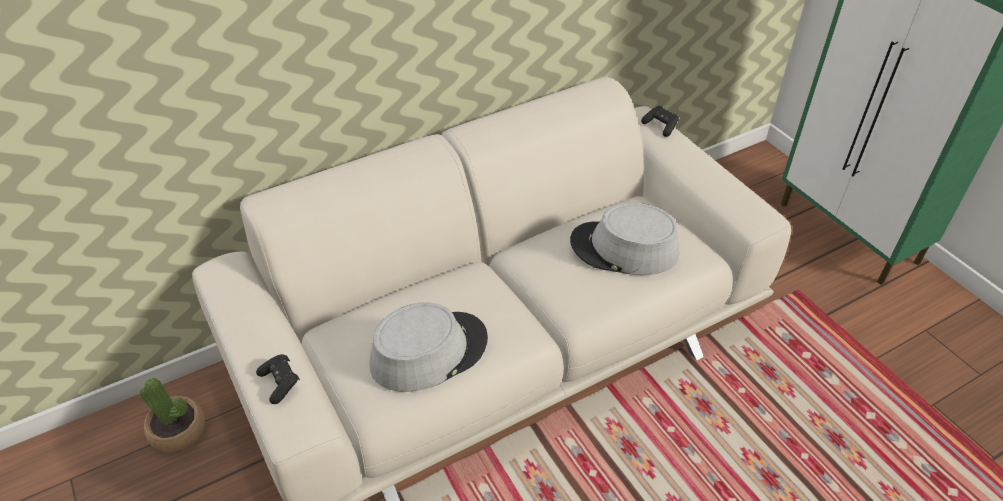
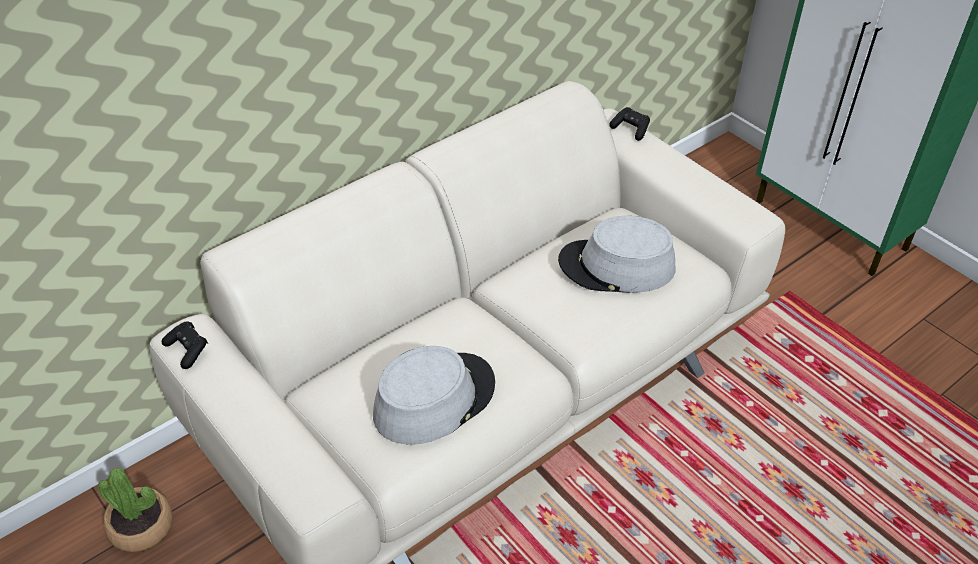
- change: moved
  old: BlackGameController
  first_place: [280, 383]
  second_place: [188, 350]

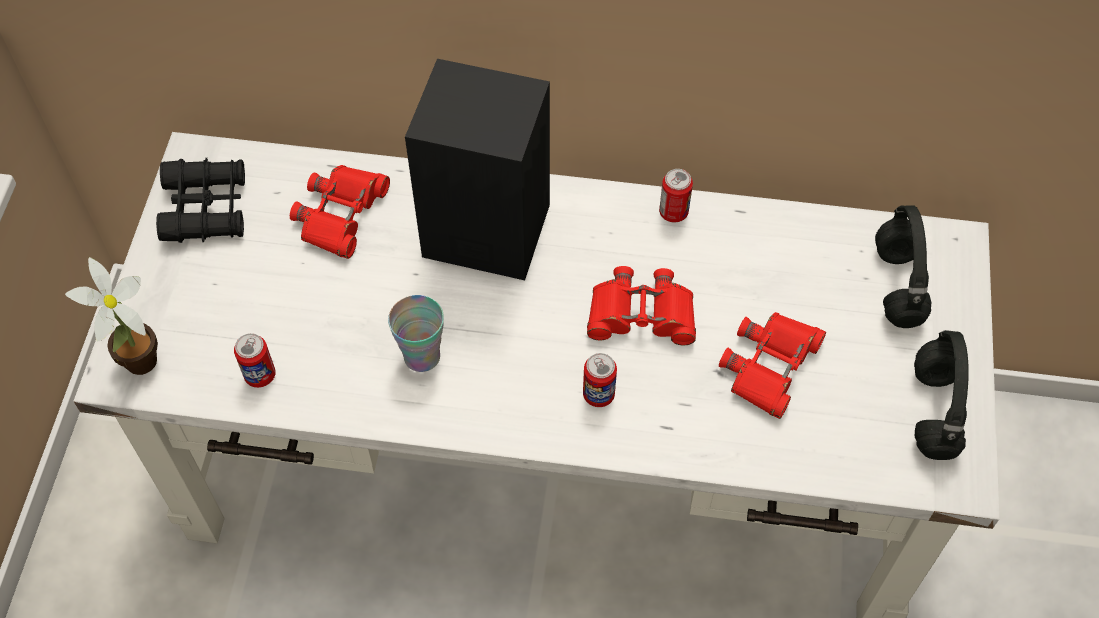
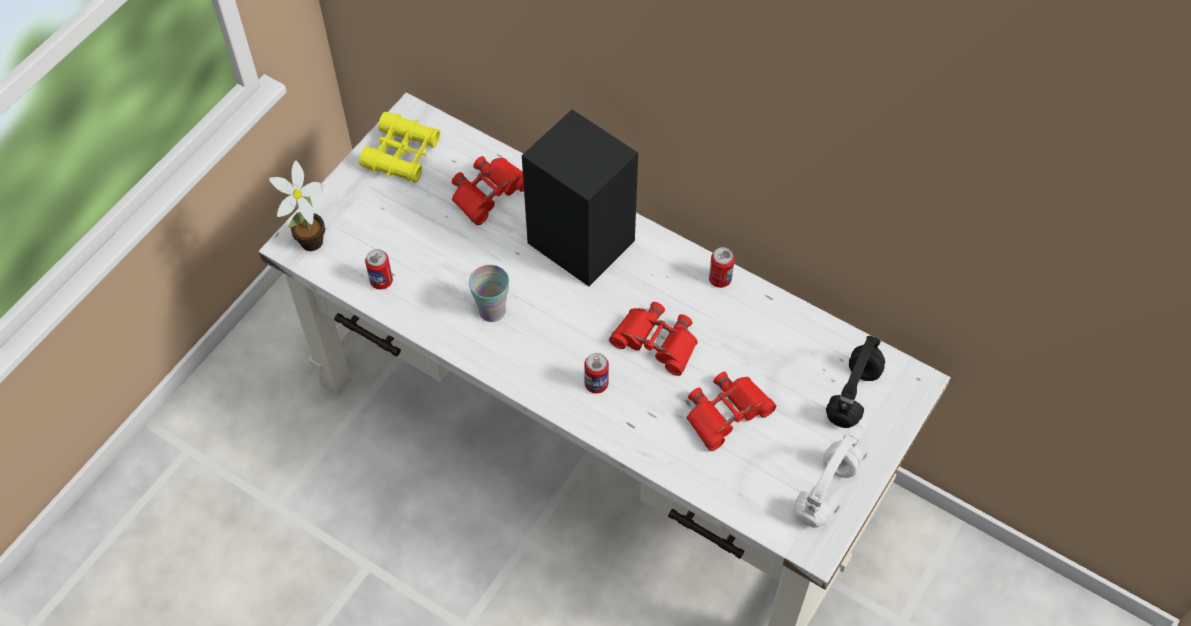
- change: recoloured
  old: BlackBinoculars
  new: YellowBinoculars
  first_place: [206, 208]
  second_place: [402, 154]
- change: recoloured
  old: BlackHeadphones
  new: WhiteHeadphones
  first_place: [932, 409]
  second_place: [825, 490]

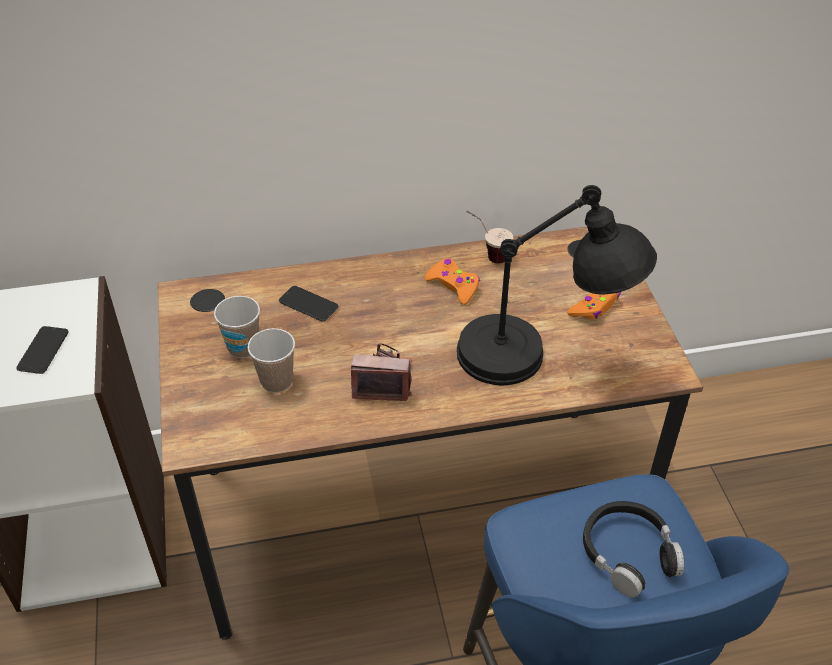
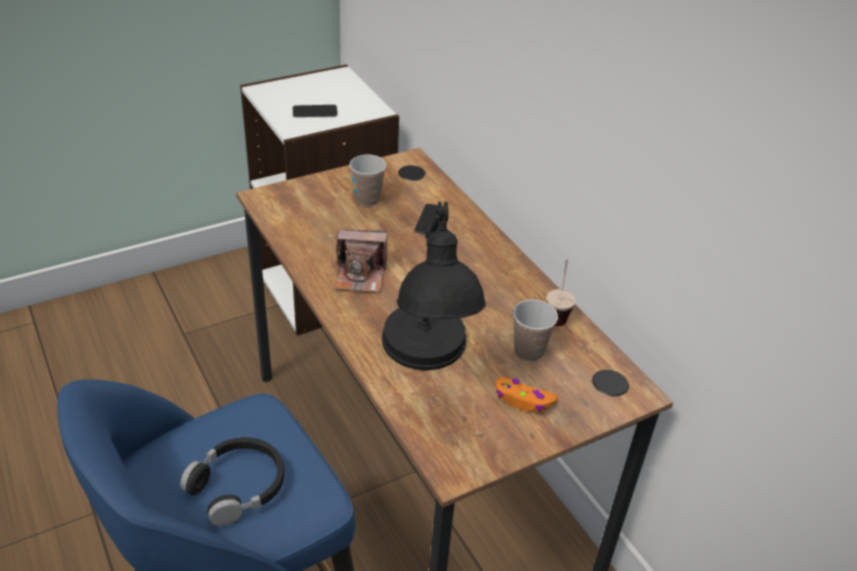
- change: removed
  old: OrangeGameController
  first_place: [453, 286]
- change: moved
  old: Cup
  first_place: [276, 381]
  second_place: [529, 351]
- change: turned
  old: PhotoCamera
  first_place: [382, 380]
  second_place: [361, 275]
  degrees: 105

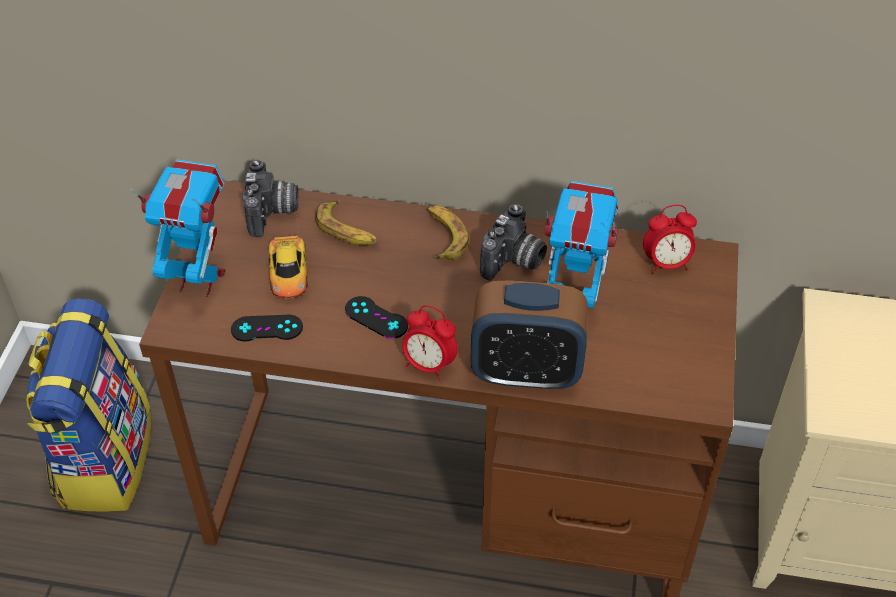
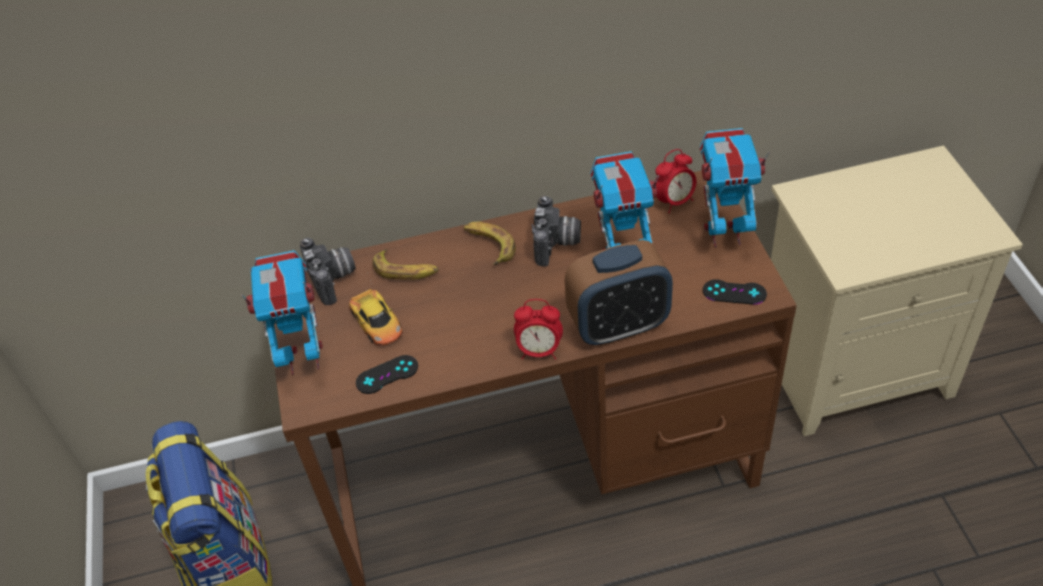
- change: added
  new: ToyRobot
  second_place: [724, 234]
- change: moved
  old: BlackGameController
  first_place: [376, 318]
  second_place: [734, 292]

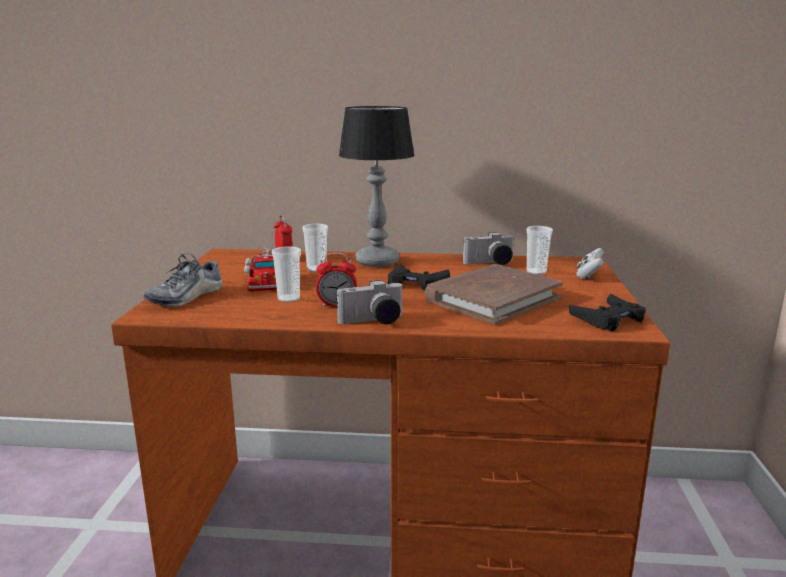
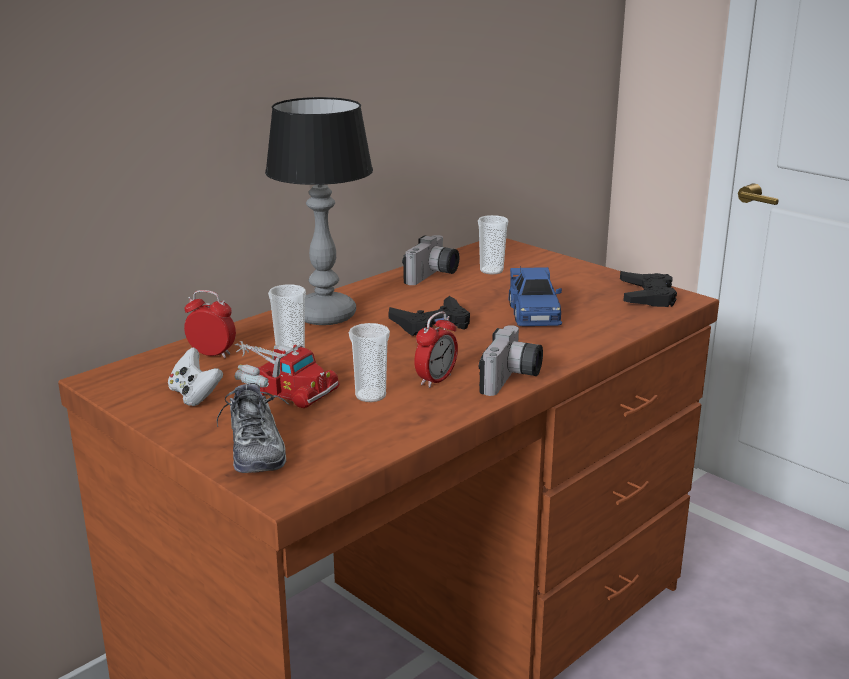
- change: moved
  old: WhiteGameController
  first_place: [588, 276]
  second_place: [195, 395]
- change: replaced
  old: BrownBook
  new: BlueToyCar
  first_place: [493, 299]
  second_place: [533, 313]

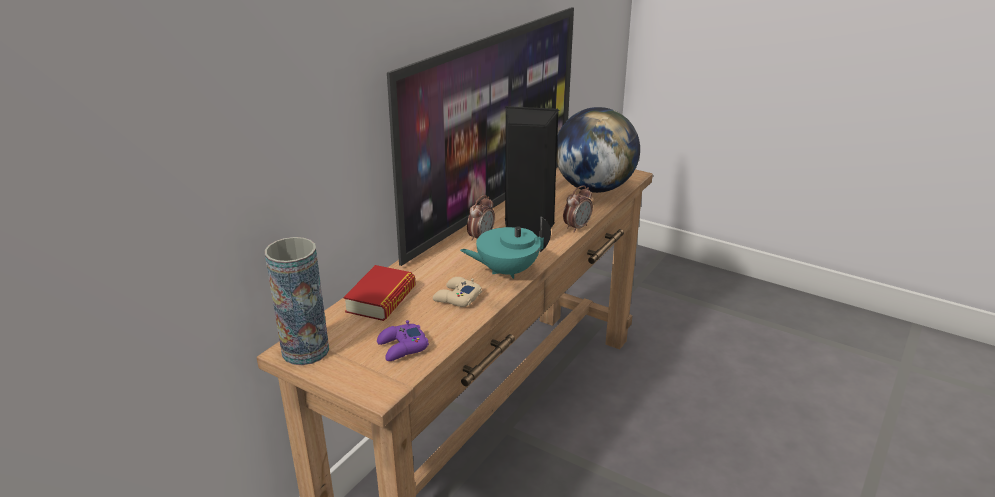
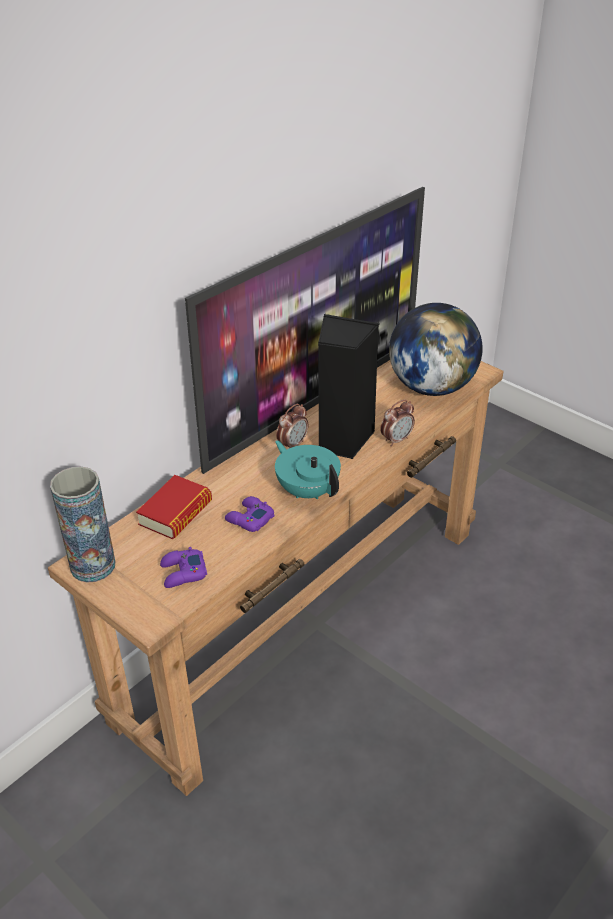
- change: recoloured
  old: BeigeGameController
  new: PurpleGameController
  first_place: [457, 298]
  second_place: [249, 519]
- change: turned
  old: TurquoiseTeapot
  first_place: [506, 271]
  second_place: [307, 490]
  degrees: 60

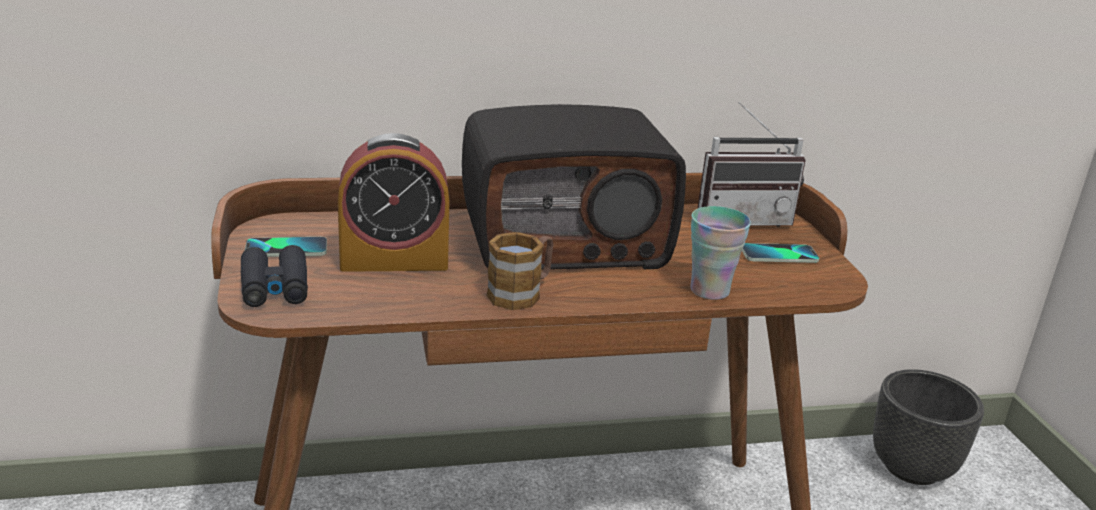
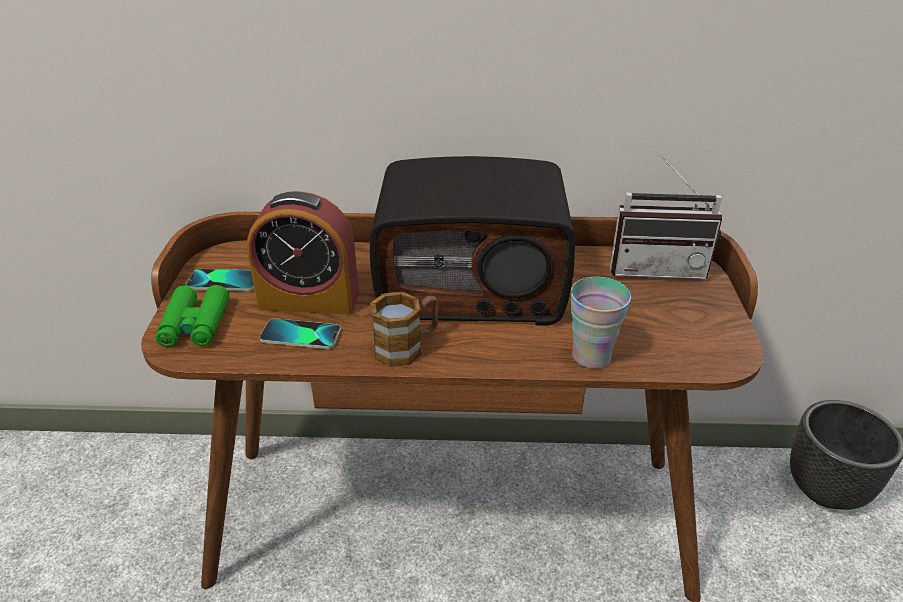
- change: moved
  old: Phone
  first_place: [779, 255]
  second_place: [300, 335]
- change: recoloured
  old: BlackBinoculars
  new: GreenBinoculars
  first_place: [275, 288]
  second_place: [195, 325]

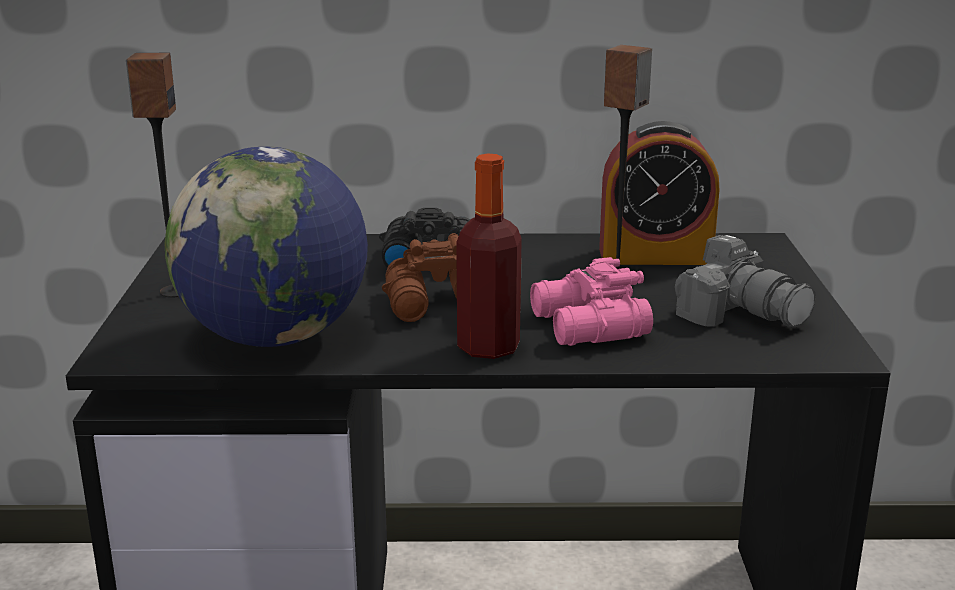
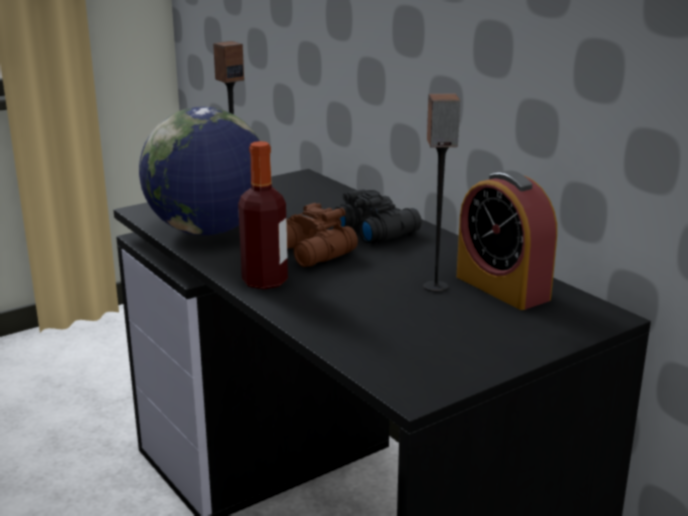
- change: removed
  old: PinkBinoculars
  first_place: [587, 327]
- change: removed
  old: PhotoCamera
  first_place: [740, 313]

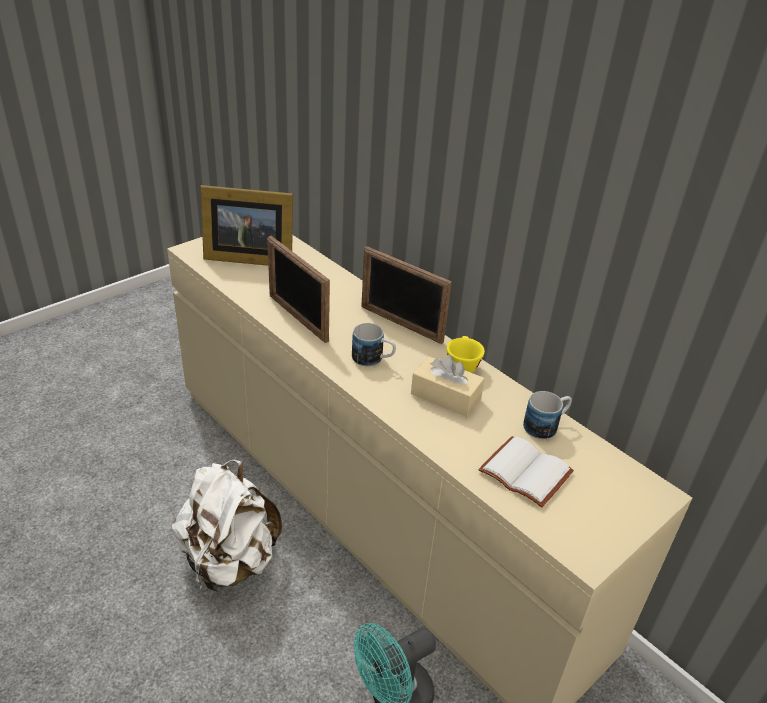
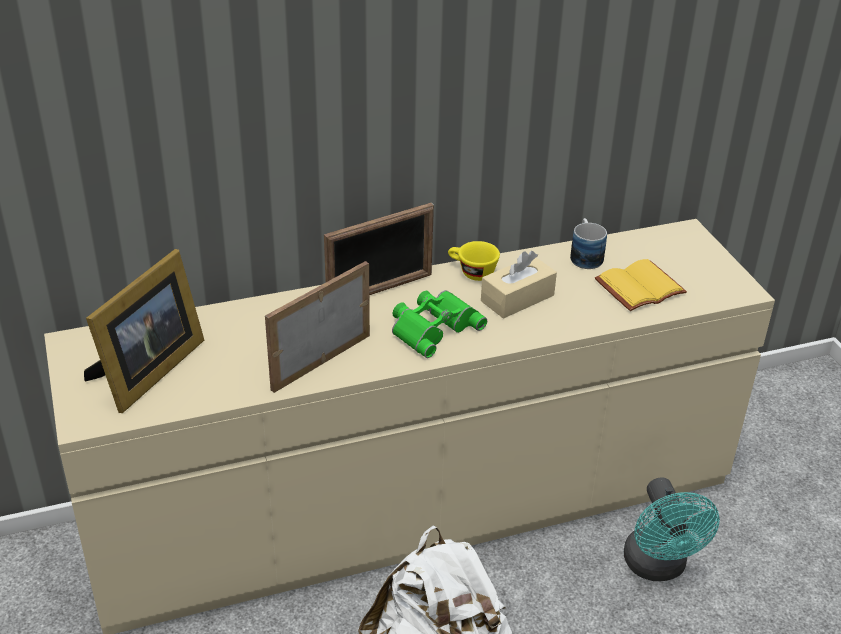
- change: replaced
  old: Mug
  new: GreenBinoculars
  first_place: [373, 359]
  second_place: [433, 327]
- change: recoloured
  old: WhiteBook
  new: YellowBook
  first_place: [527, 472]
  second_place: [639, 286]
- change: turned
  old: PictureFrame
  first_place: [297, 318]
  second_place: [320, 361]
  degrees: 150

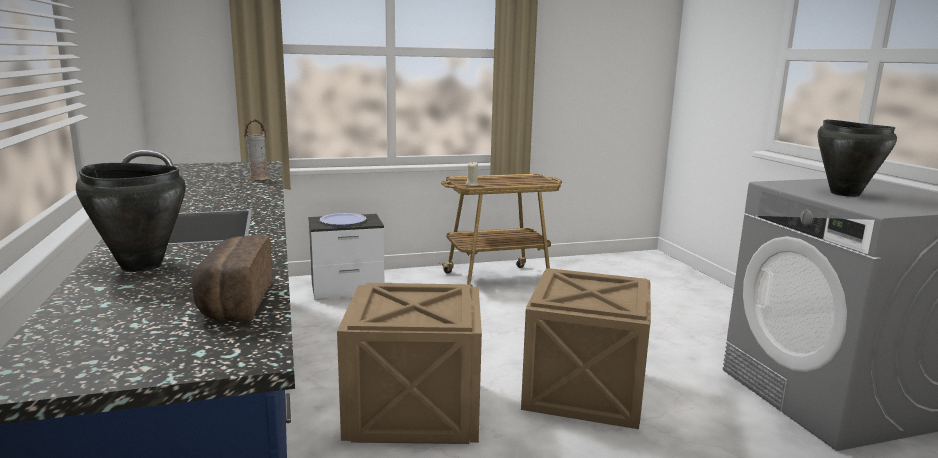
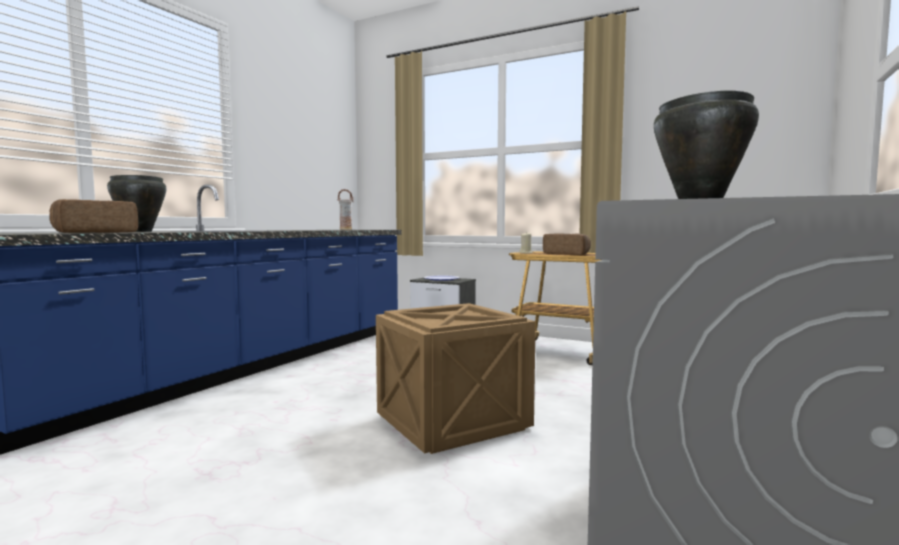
- change: removed
  old: Crate
  first_place: [412, 411]
- change: added
  new: Bread
  second_place: [566, 254]

